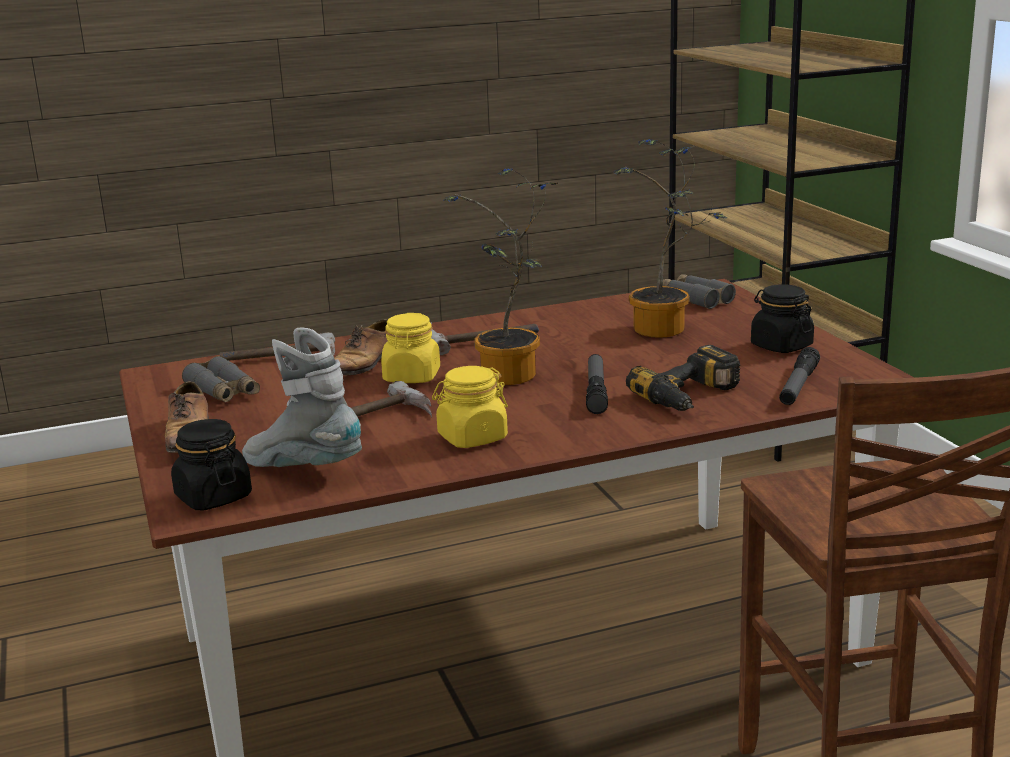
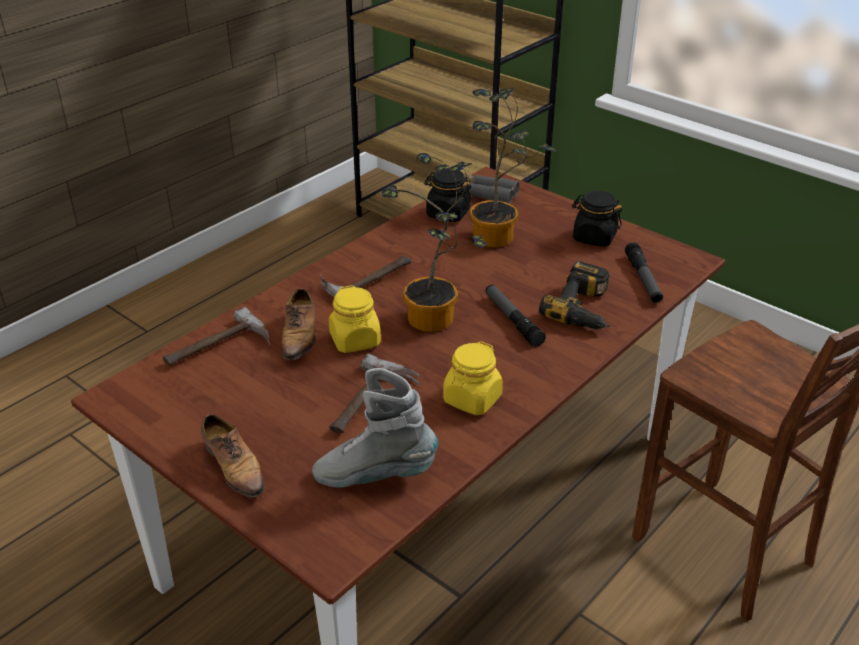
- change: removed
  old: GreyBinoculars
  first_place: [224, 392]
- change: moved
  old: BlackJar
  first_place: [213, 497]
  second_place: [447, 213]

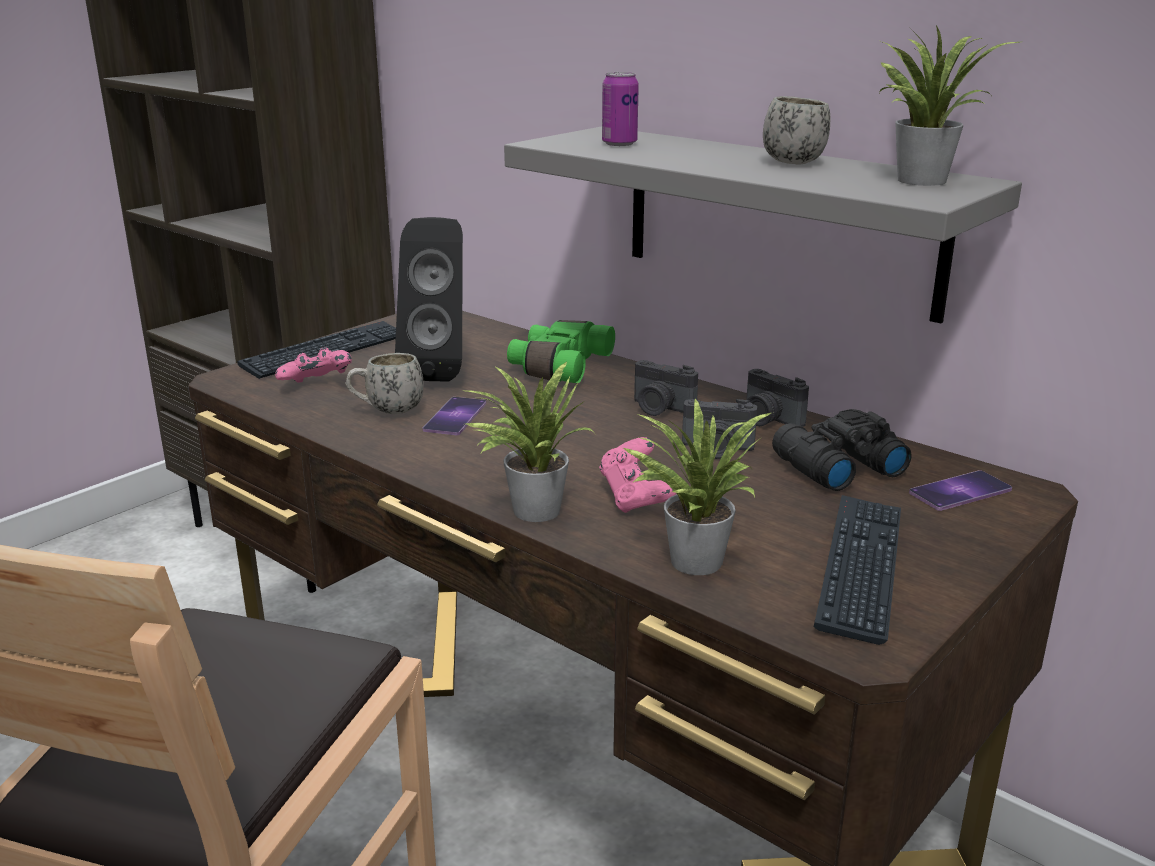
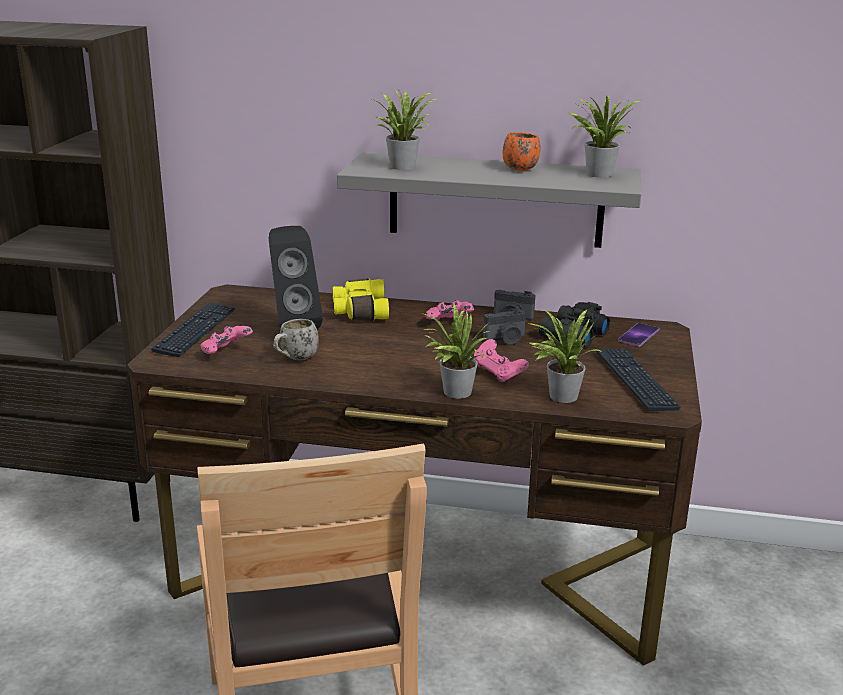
- change: removed
  old: Phone
  first_place: [455, 416]
- change: replaced
  old: Can
  new: PottedPlant
  first_place: [619, 143]
  second_place: [404, 166]
- change: replaced
  old: PhotoCamera
  new: PinkGameController
  first_place: [660, 408]
  second_place: [449, 324]
- change: recoloured
  old: GreenBinoculars
  new: YellowBinoculars
  first_place: [557, 366]
  second_place: [359, 311]
- change: recoloured
  old: WhiteMug
  new: OrangeMug
  first_place: [793, 160]
  second_place: [517, 168]

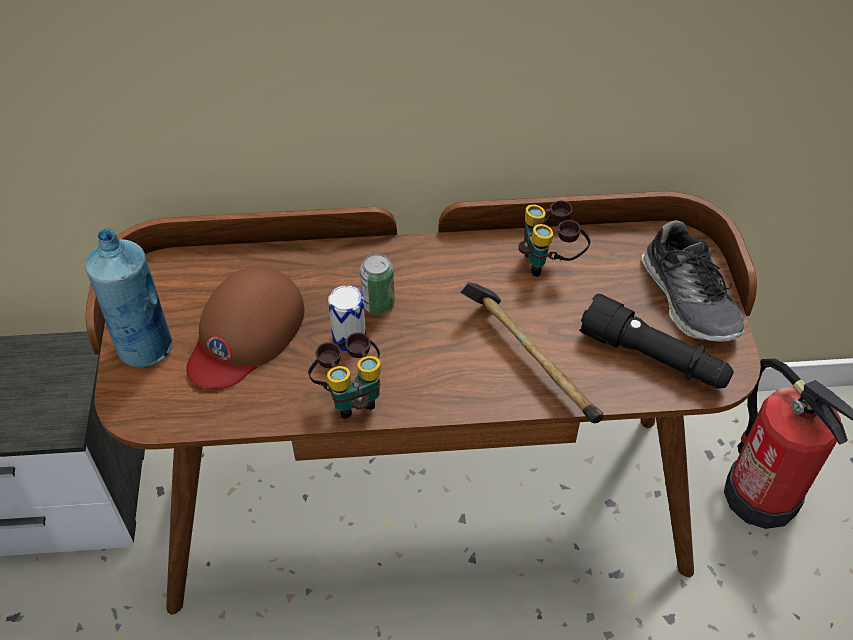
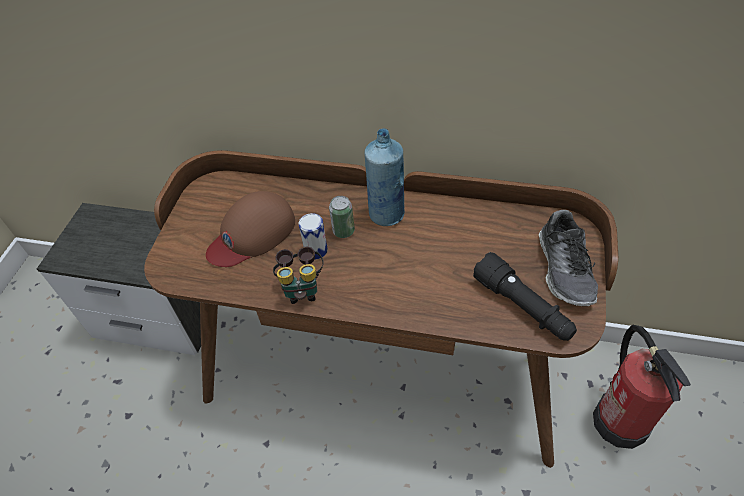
- change: removed
  old: Hammer
  first_place: [528, 361]
- change: removed
  old: Binoculars
  first_place: [550, 262]
- change: moved
  old: BlueBottle
  first_place: [145, 347]
  second_place: [386, 214]

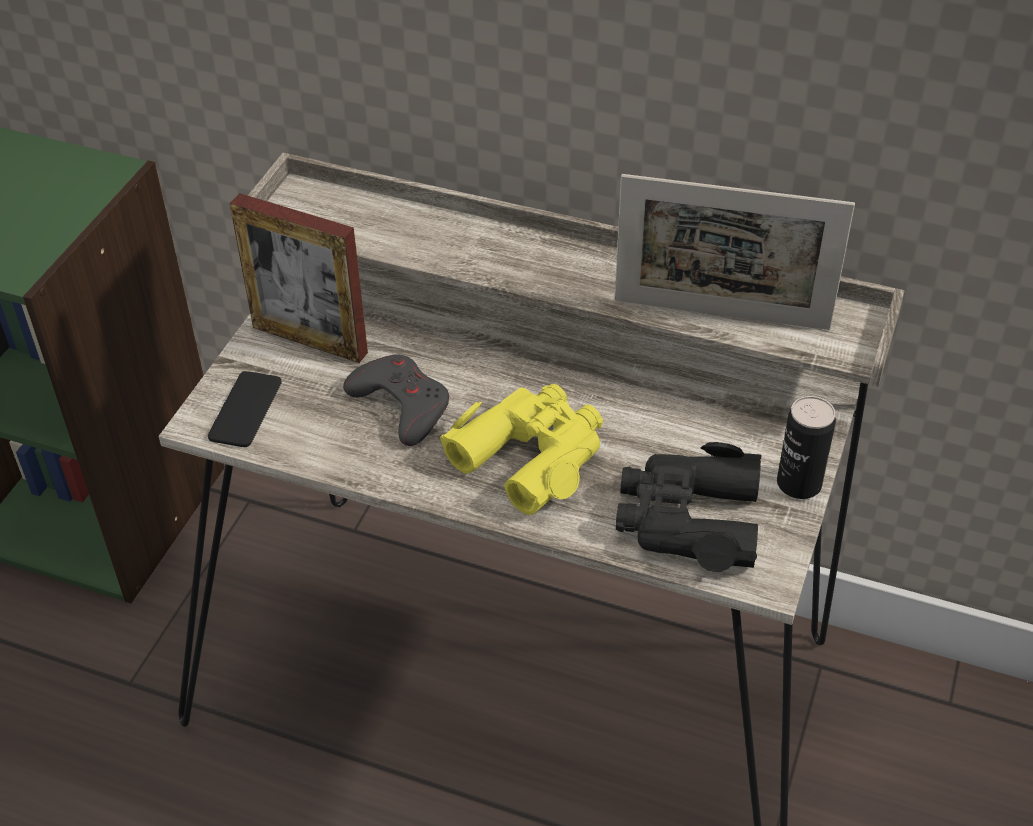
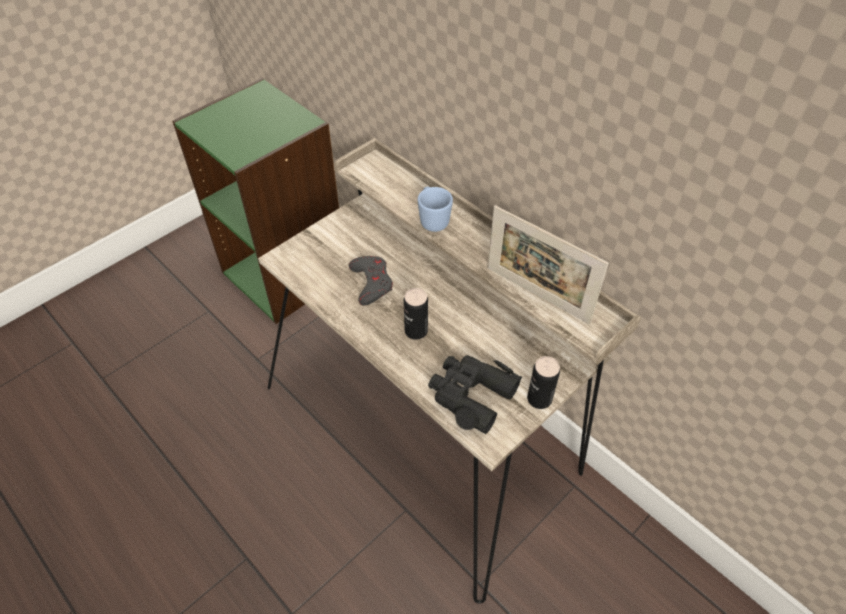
- change: removed
  old: Phone
  first_place: [245, 410]
- change: removed
  old: PictureFrame
  first_place: [309, 339]
- change: added
  new: BlueMug
  second_place: [432, 219]
- change: replaced
  old: YellowBinoculars
  new: Can
  first_place: [531, 454]
  second_place: [416, 331]

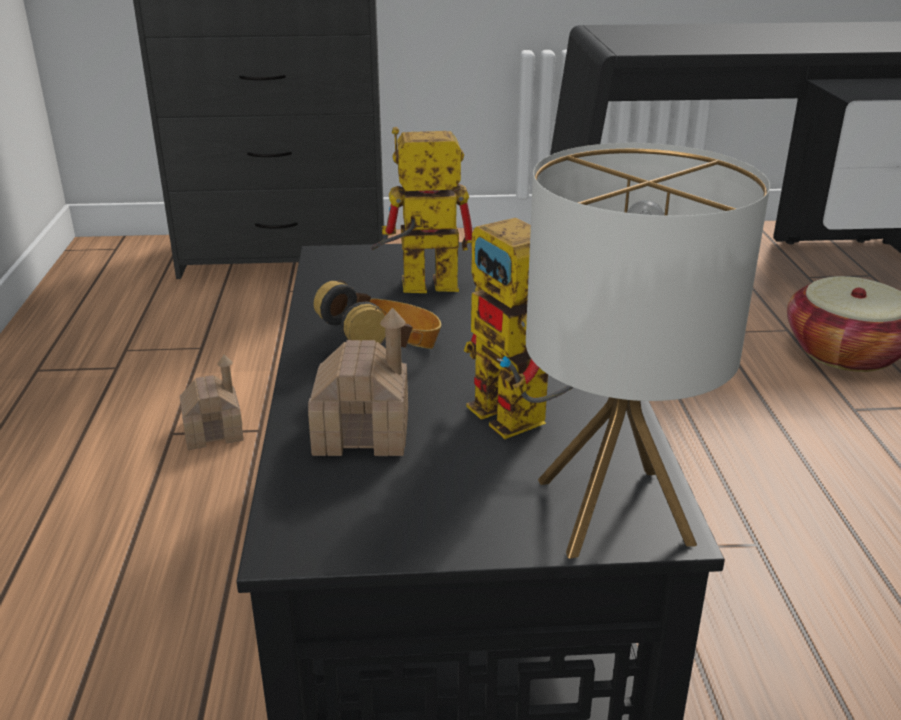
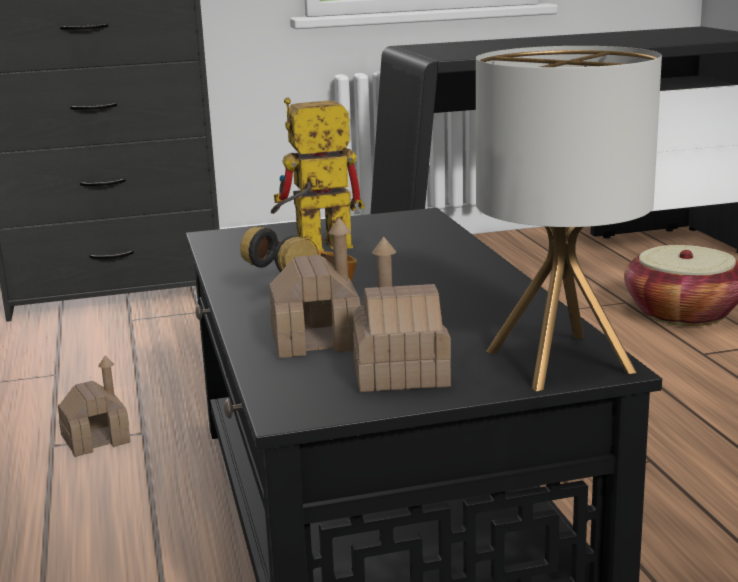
- change: removed
  old: ToyRobot
  first_place: [523, 421]
- change: added
  new: ToyHouse
  second_place: [400, 372]

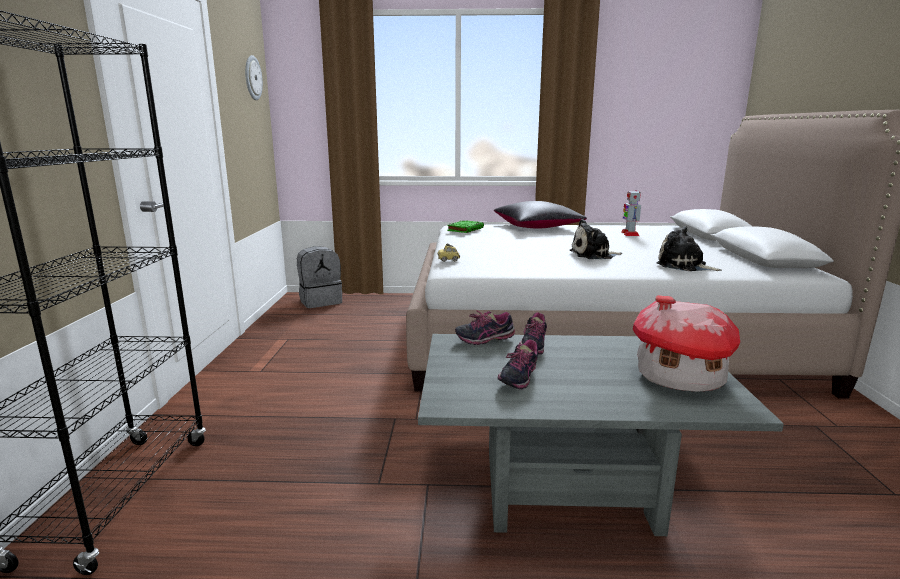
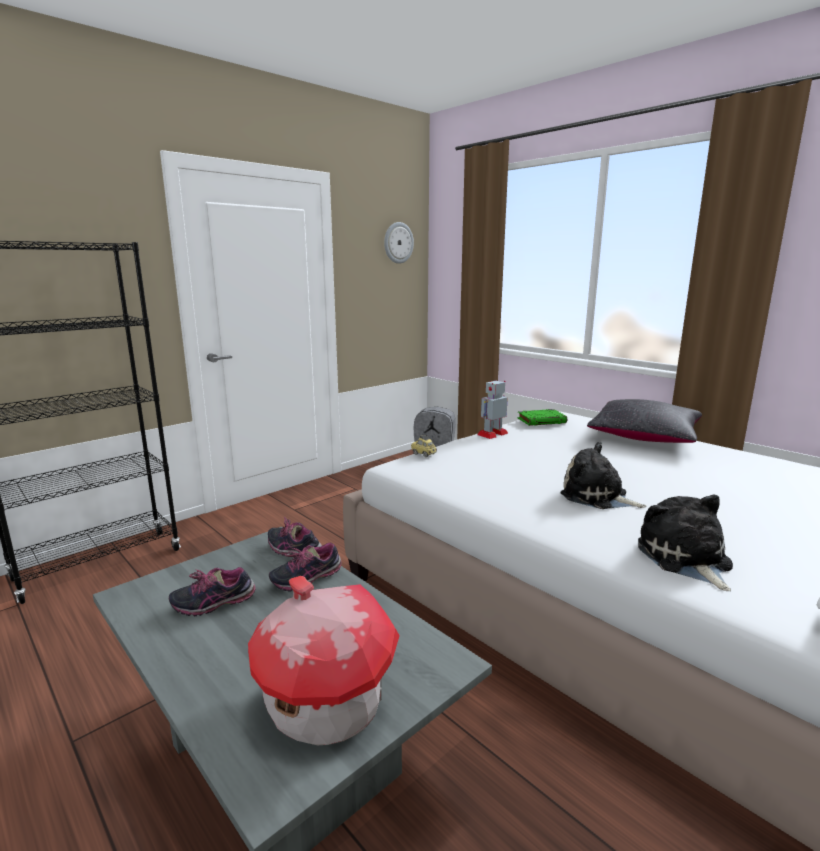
- change: moved
  old: ToyRobot
  first_place: [629, 234]
  second_place: [492, 434]

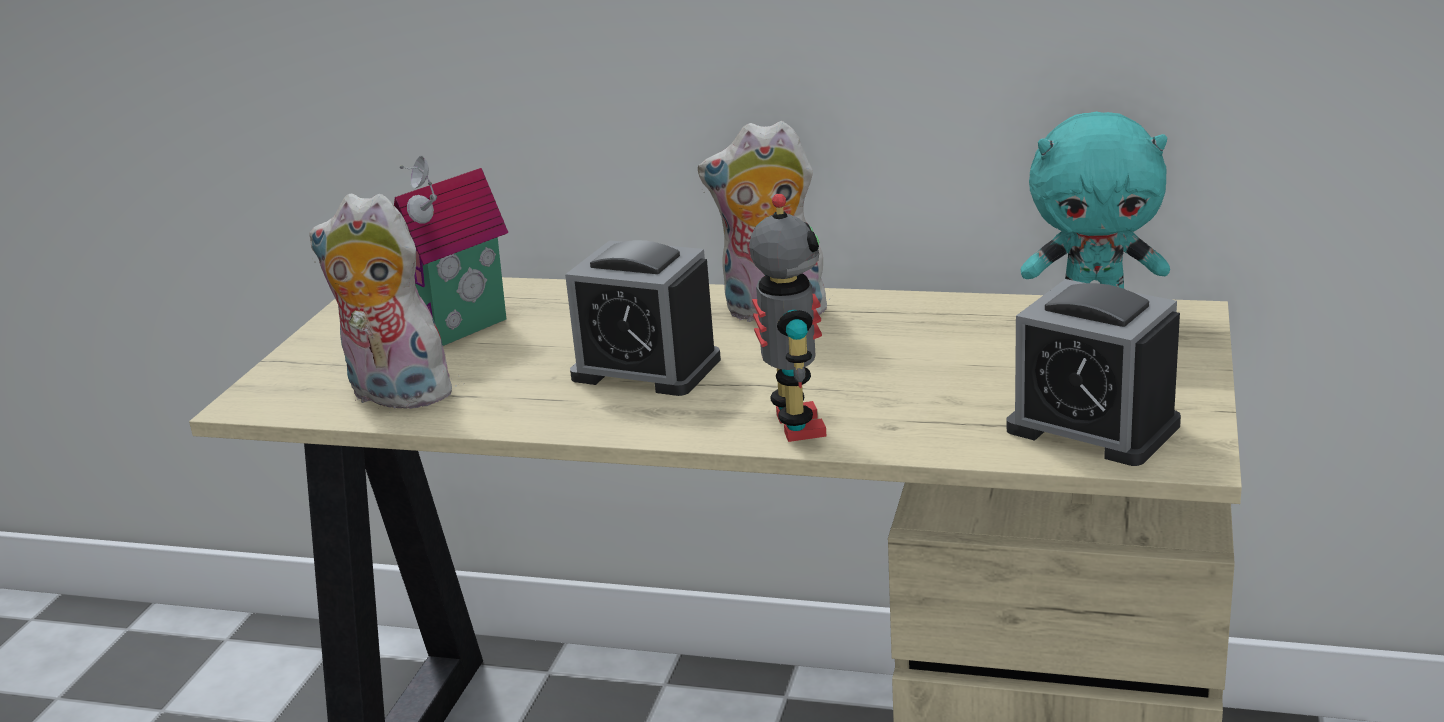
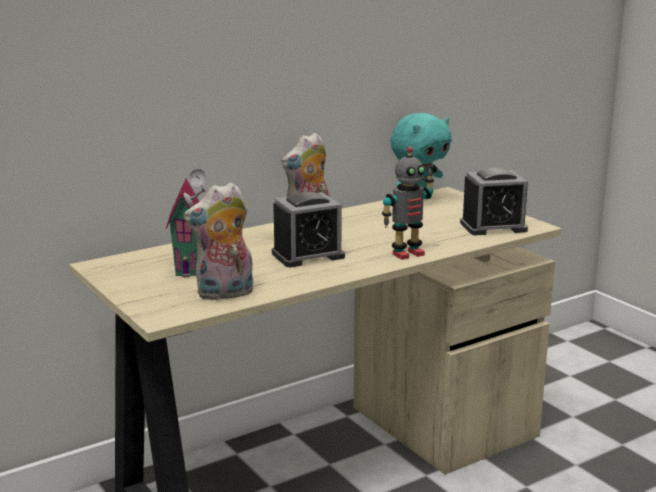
- change: turned
  old: ToyRobot
  first_place: [794, 426]
  second_place: [407, 253]
  degrees: 120

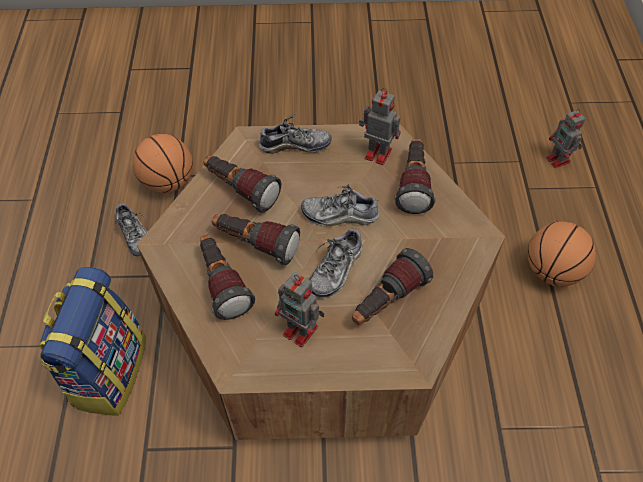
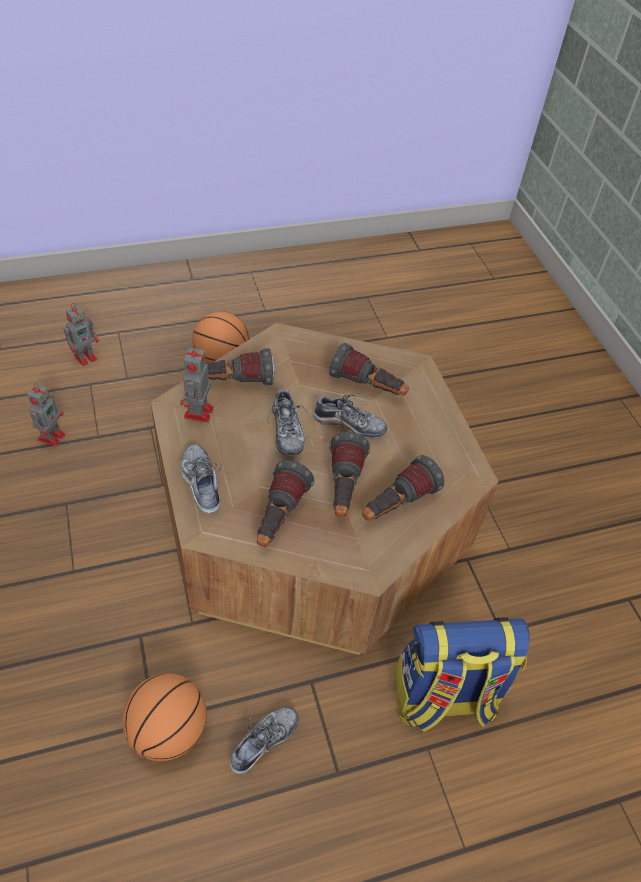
- change: moved
  old: ToyRobot
  first_place: [302, 331]
  second_place: [52, 436]

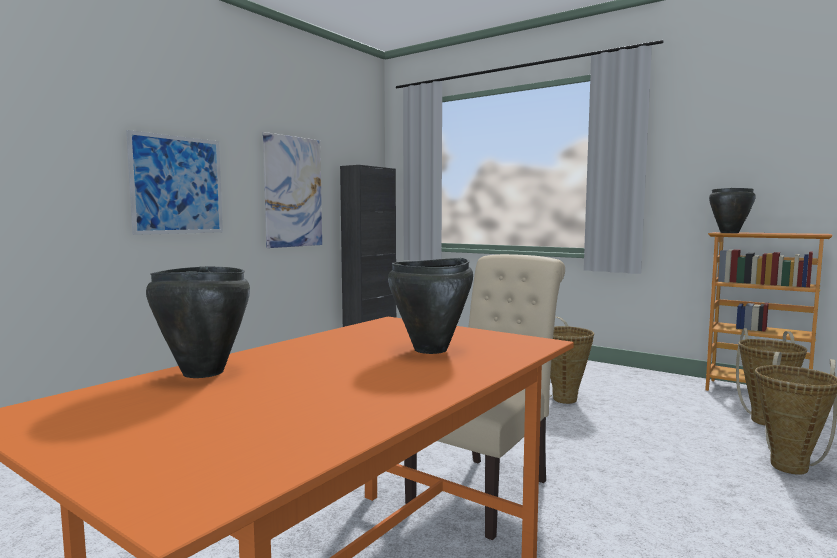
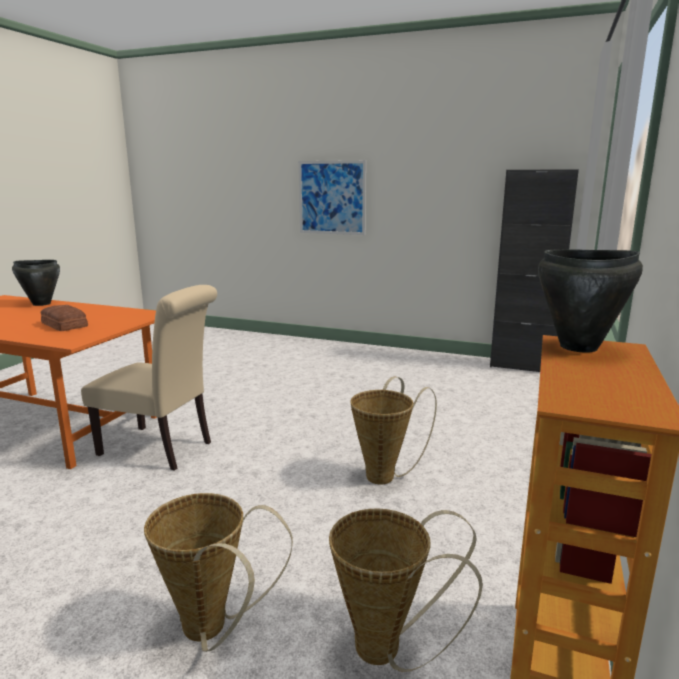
- change: removed
  old: Picture
  first_place: [293, 192]
- change: replaced
  old: BlackCookingPot
  new: Bread
  first_place: [431, 350]
  second_place: [64, 325]

